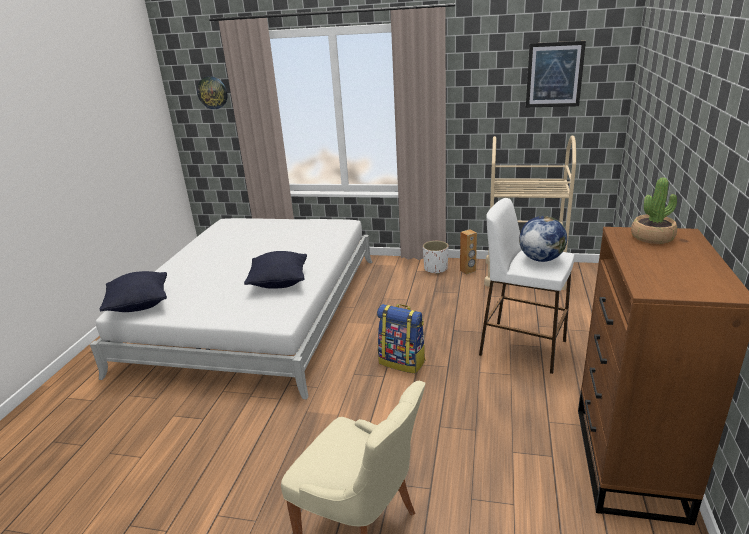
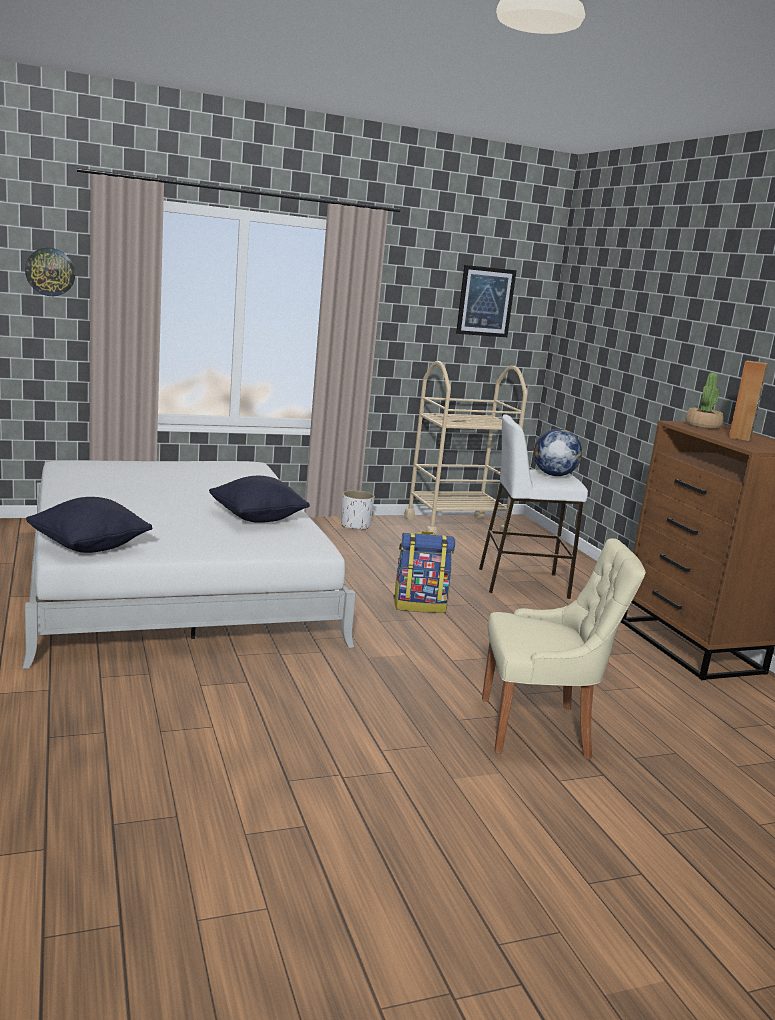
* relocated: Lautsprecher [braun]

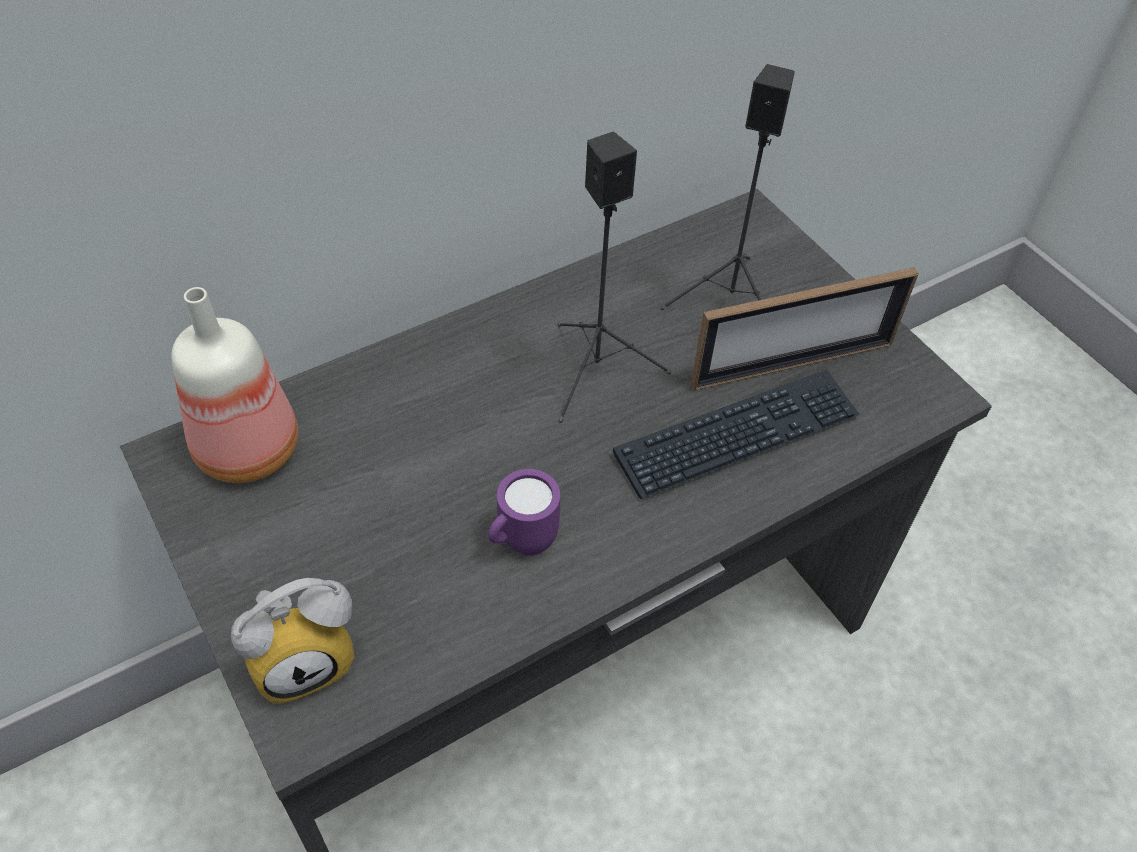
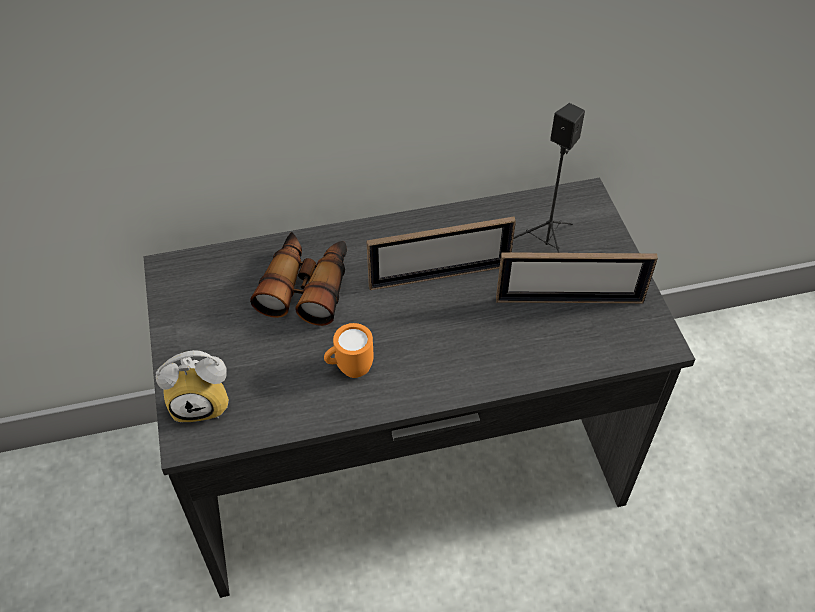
* exchanged: Lautsprecher [schwarz] (no. 1 from left) to Bilderrahmen (no. 1 from left)
* missing: Flasche
* missing: Tastatur
* colour: Henkelbecher [lila] to Henkelbecher [orange]
* appeared: Fernglas

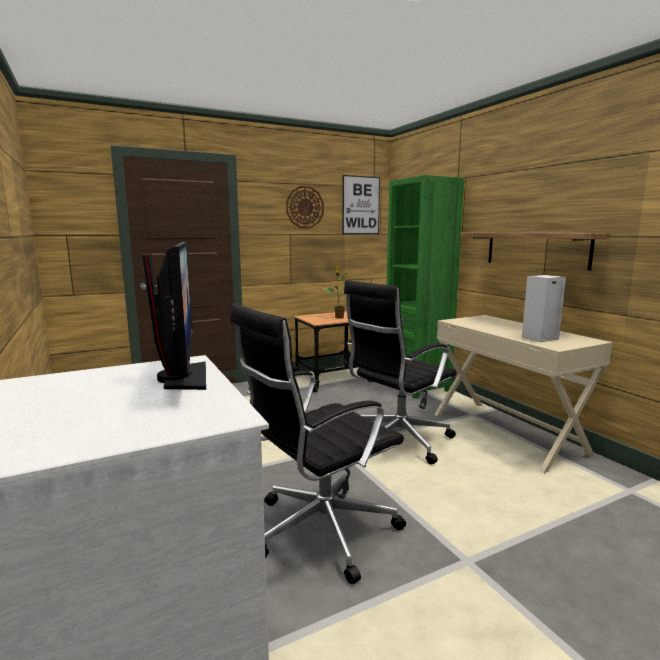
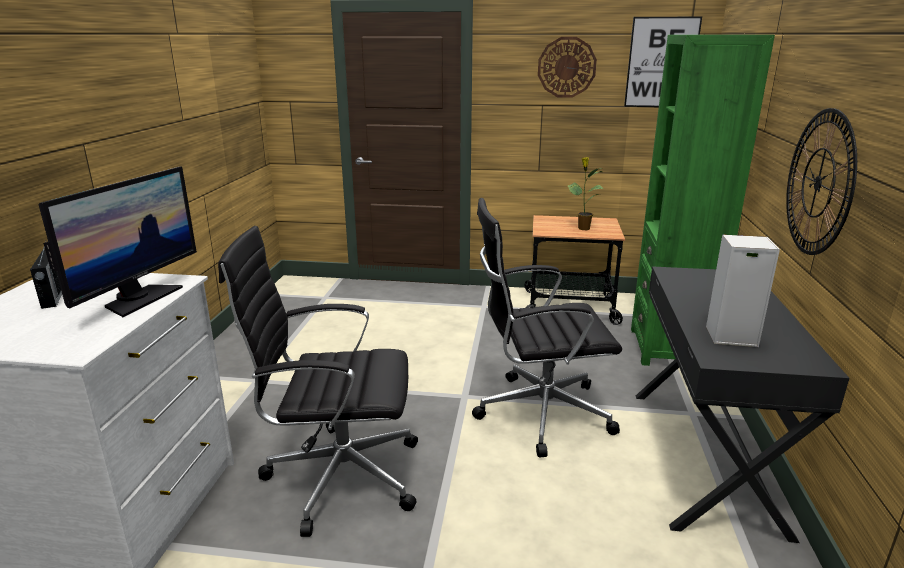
* exchanged: Wandregal to Wanduhr (no. 2 from left)
* colour: Schreibtisch [beige] to Schreibtisch [schwarz]
* appeared: Radio

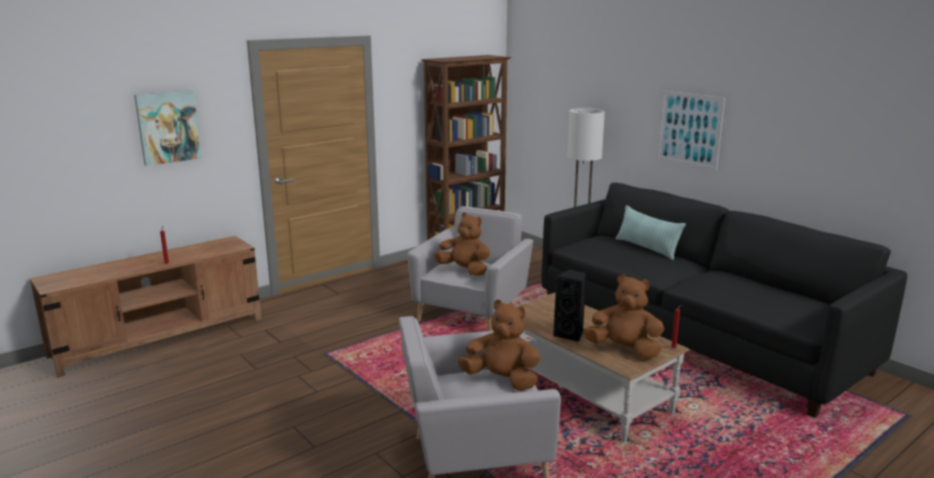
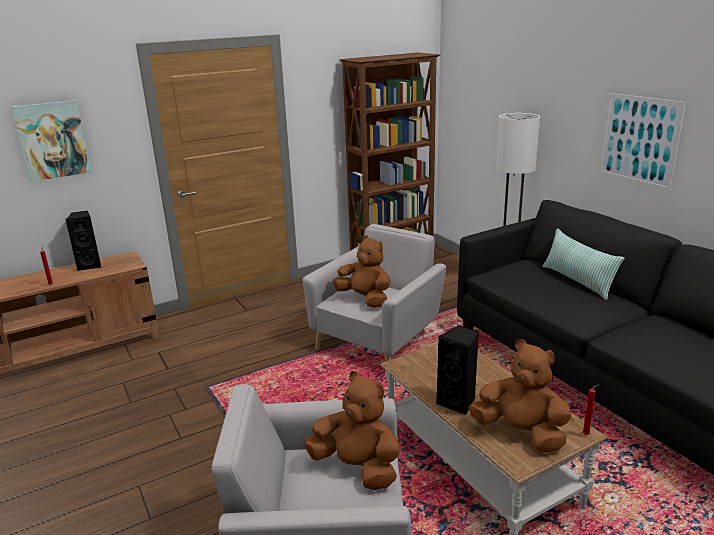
* appeared: Lautsprecher [schwarz] (no. 1 from left)

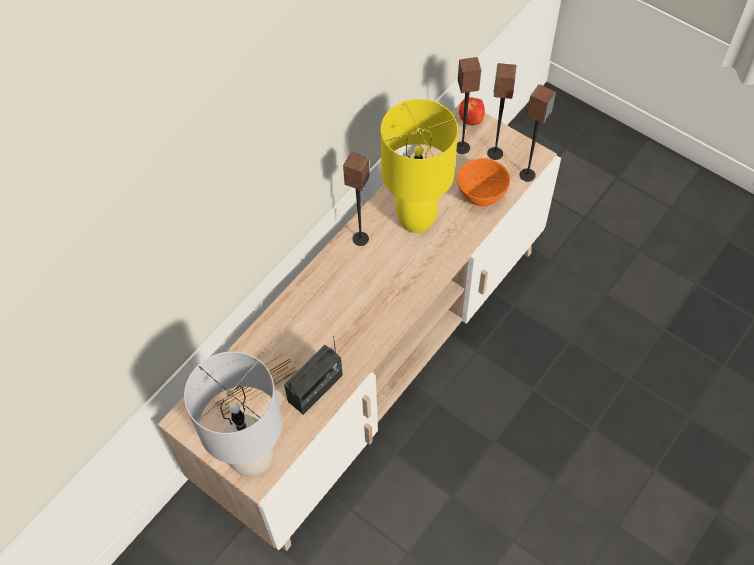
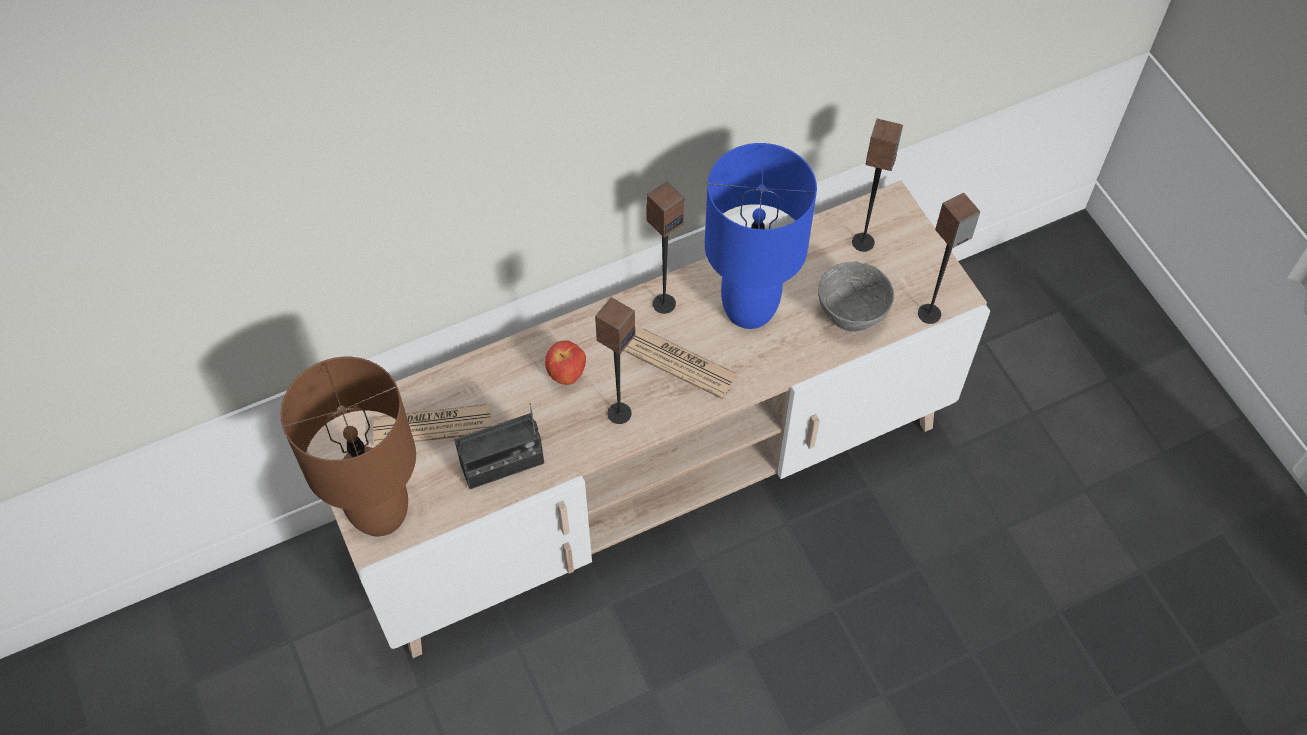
* relocated: Lautsprecher (no. 3 from left in the first image) to Lautsprecher (no. 1 from left)
* relocated: Apfel
* colour: Tischlampe [gelb] to Tischlampe [blau]
* colour: Schüssel [orange] to Schüssel [grau]
* colour: Tischlampe [grau] to Tischlampe [braun]
* appeared: Zeitung (no. 2 from left)

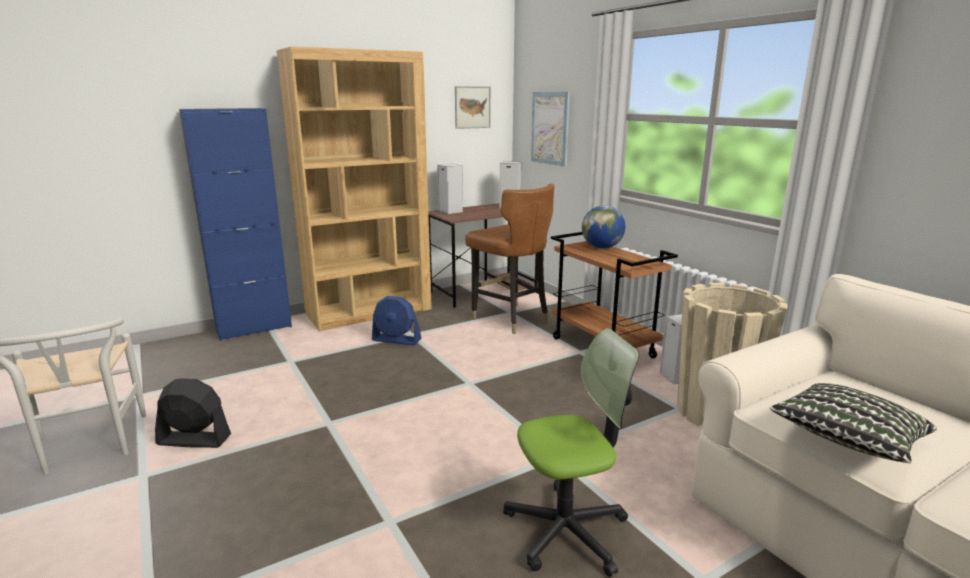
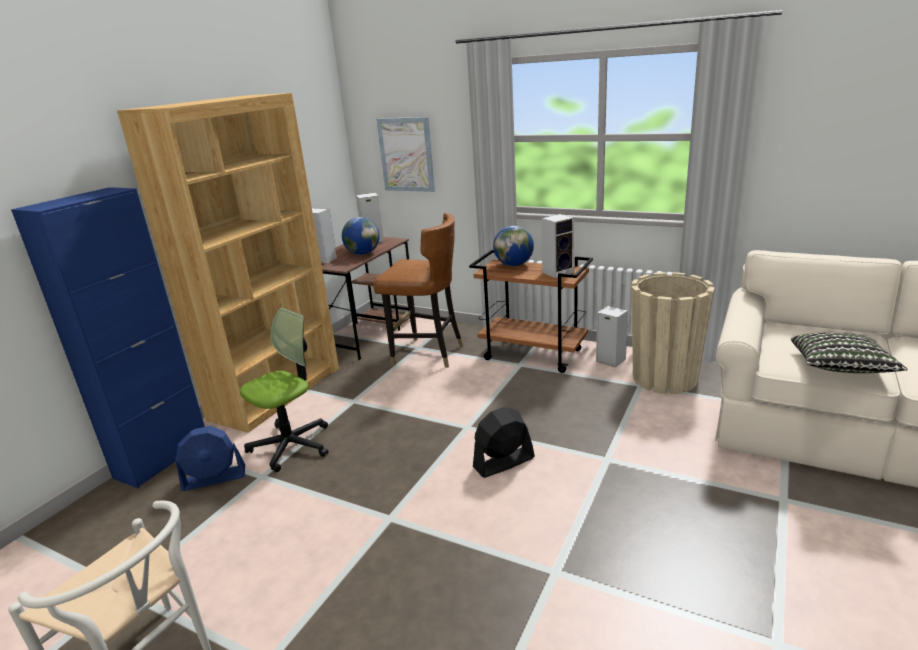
* missing: Bild (no. 1 from left)
* relocated: Ventilator [blau]
* relocated: Bürostuhl
* relocated: Ventilator [schwarz]
* appeared: Lautsprecher (no. 3 from left)
* appeared: Globus (no. 1 from left)

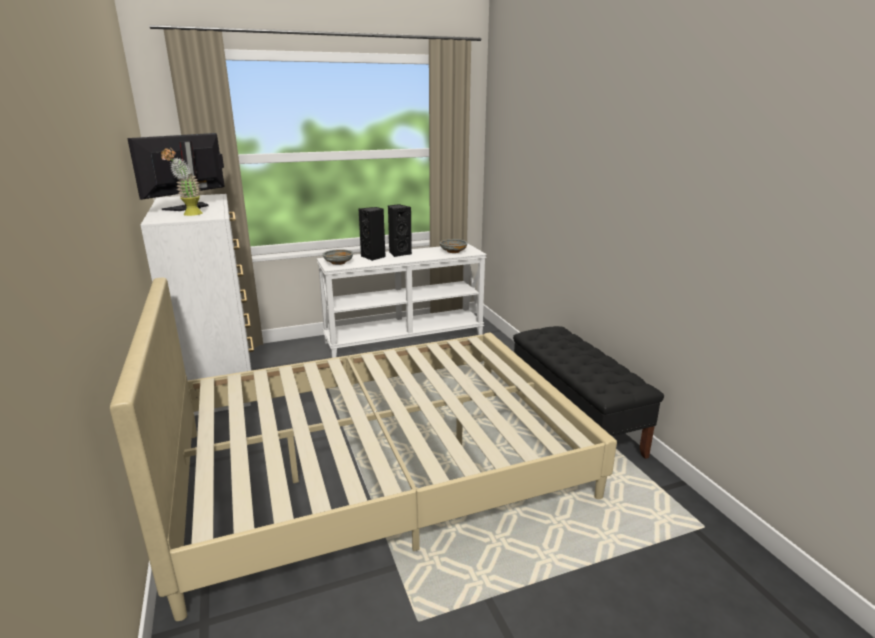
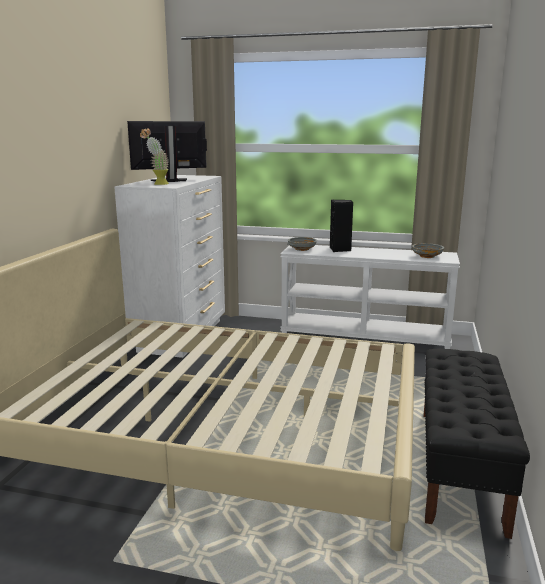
* missing: Lautsprecher [schwarz] (no. 2 from left)

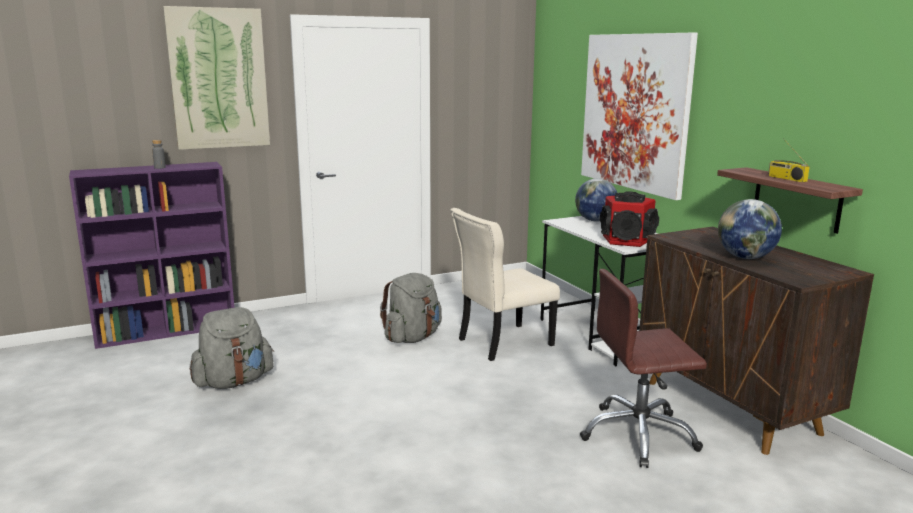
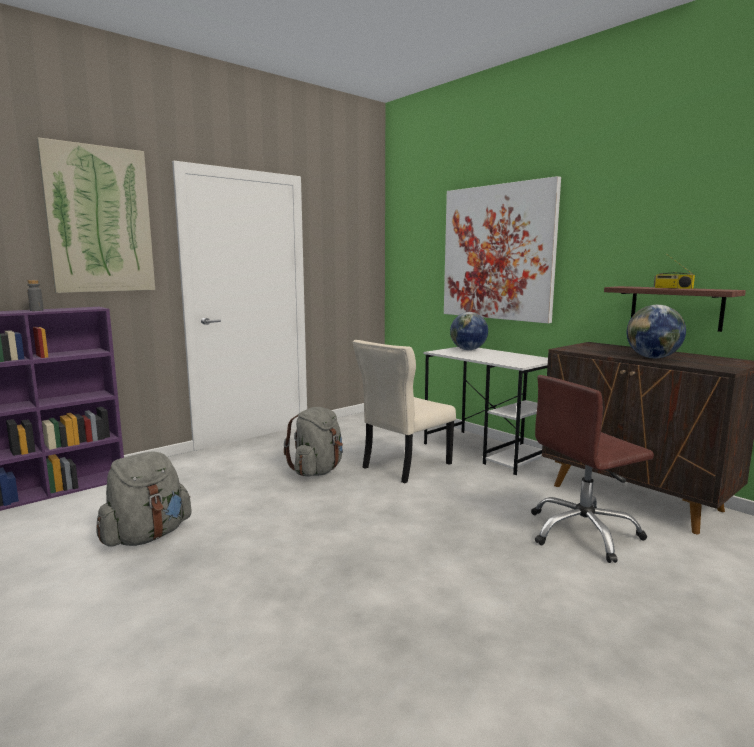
* missing: Lautsprecher

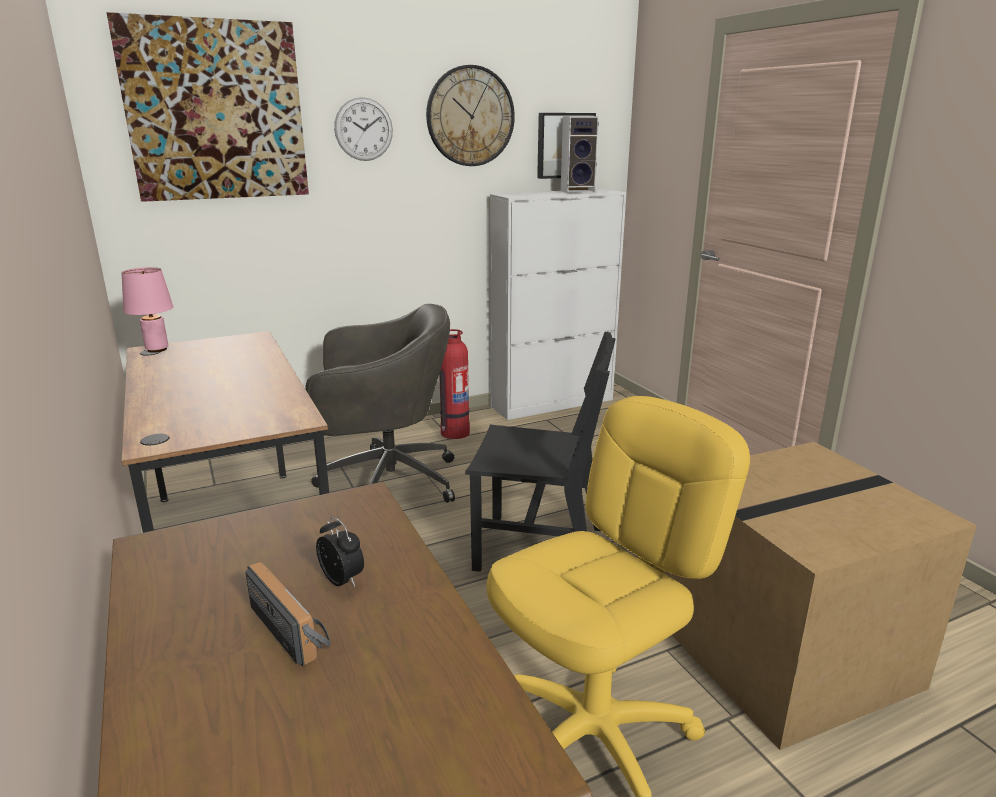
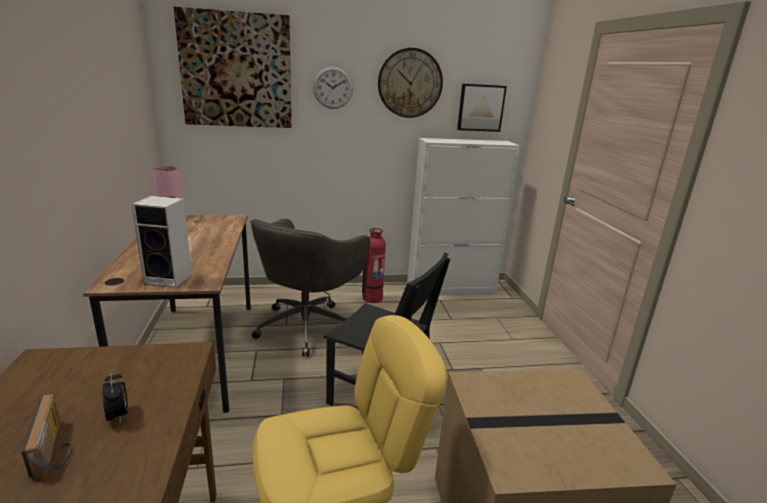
* relocated: Lautsprecher
* spun: Bürostuhl [grau] 105 degrees clockwise

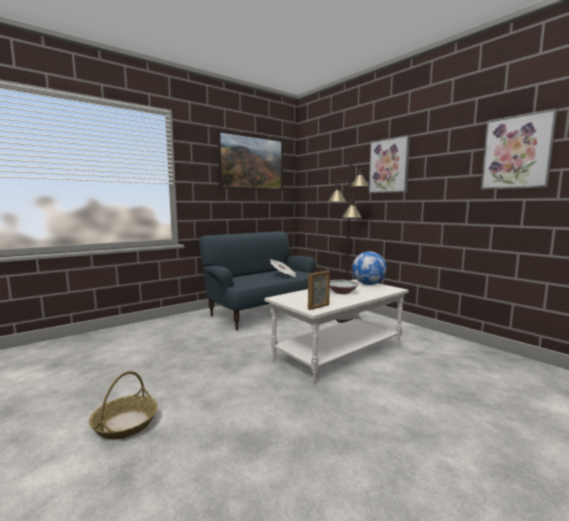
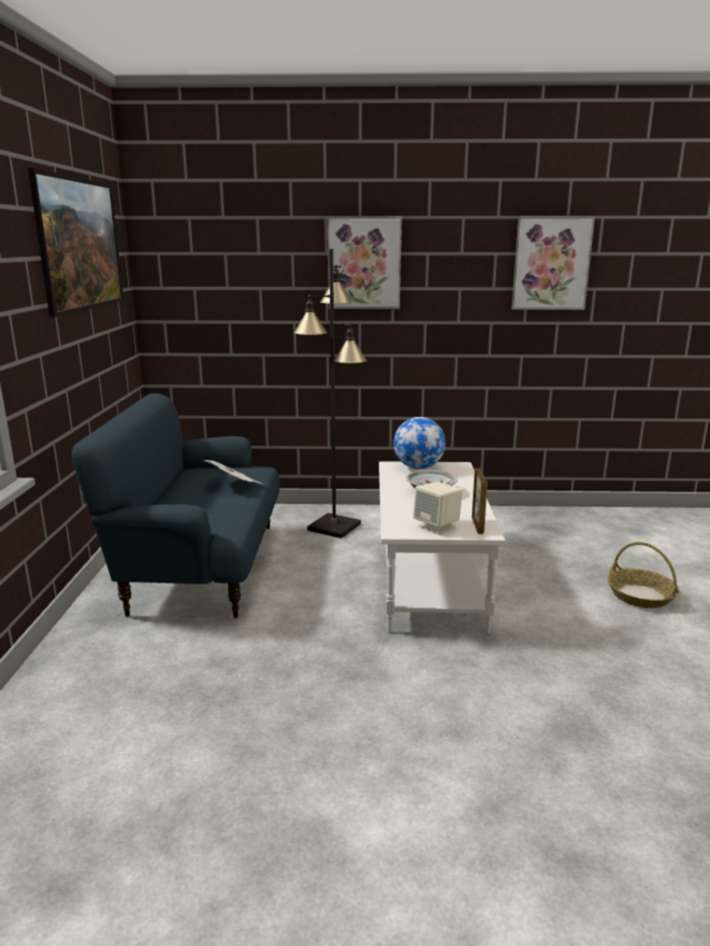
* relocated: Korb
* appeared: Lautsprecher [beige]

